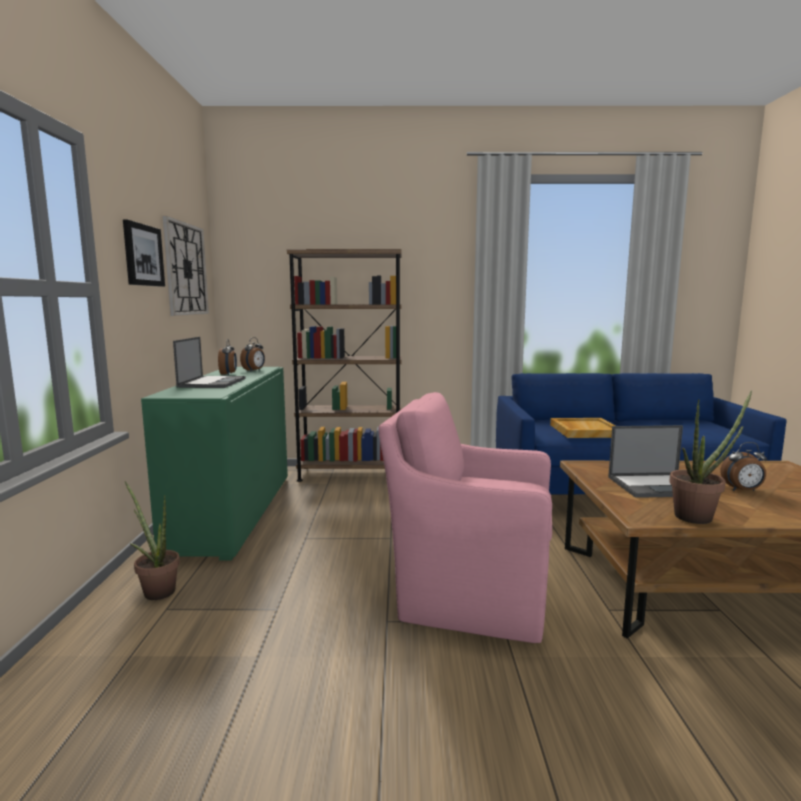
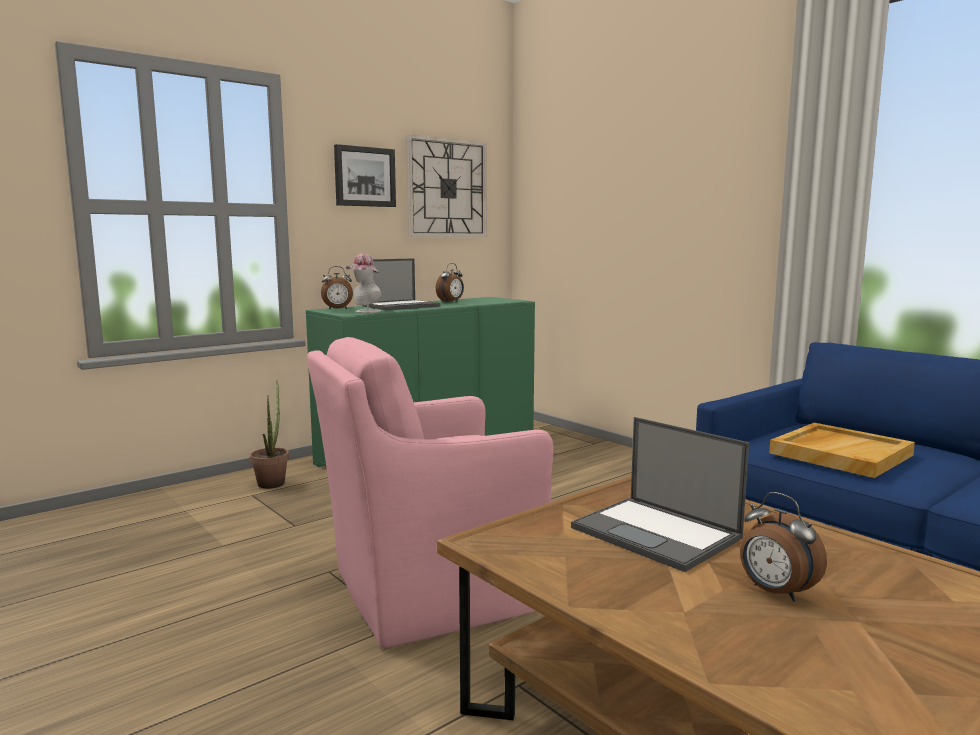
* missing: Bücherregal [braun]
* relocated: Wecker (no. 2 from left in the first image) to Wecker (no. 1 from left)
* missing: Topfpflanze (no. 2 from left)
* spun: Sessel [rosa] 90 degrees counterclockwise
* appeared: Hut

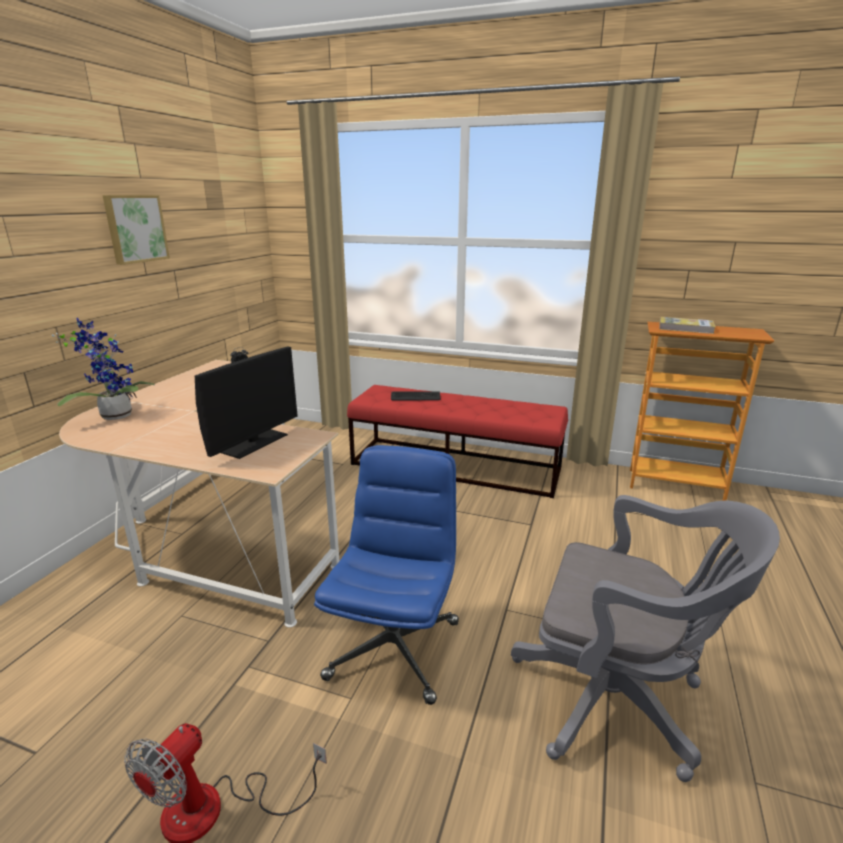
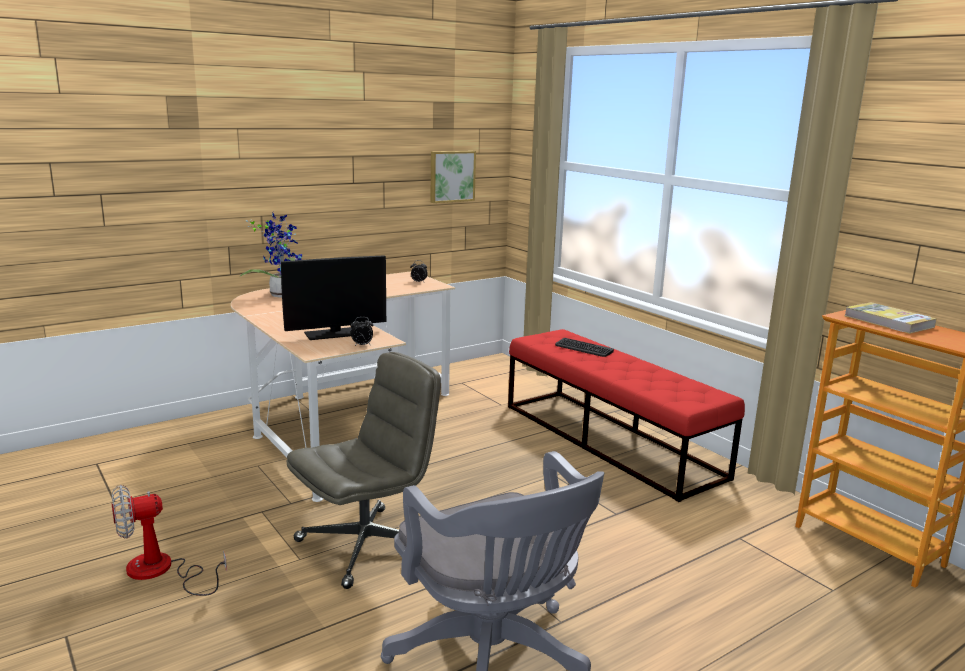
* relocated: Bild
* colour: Bürostuhl [blau] to Bürostuhl [grau] (no. 1 from left)
* appeared: Wecker (no. 1 from left)

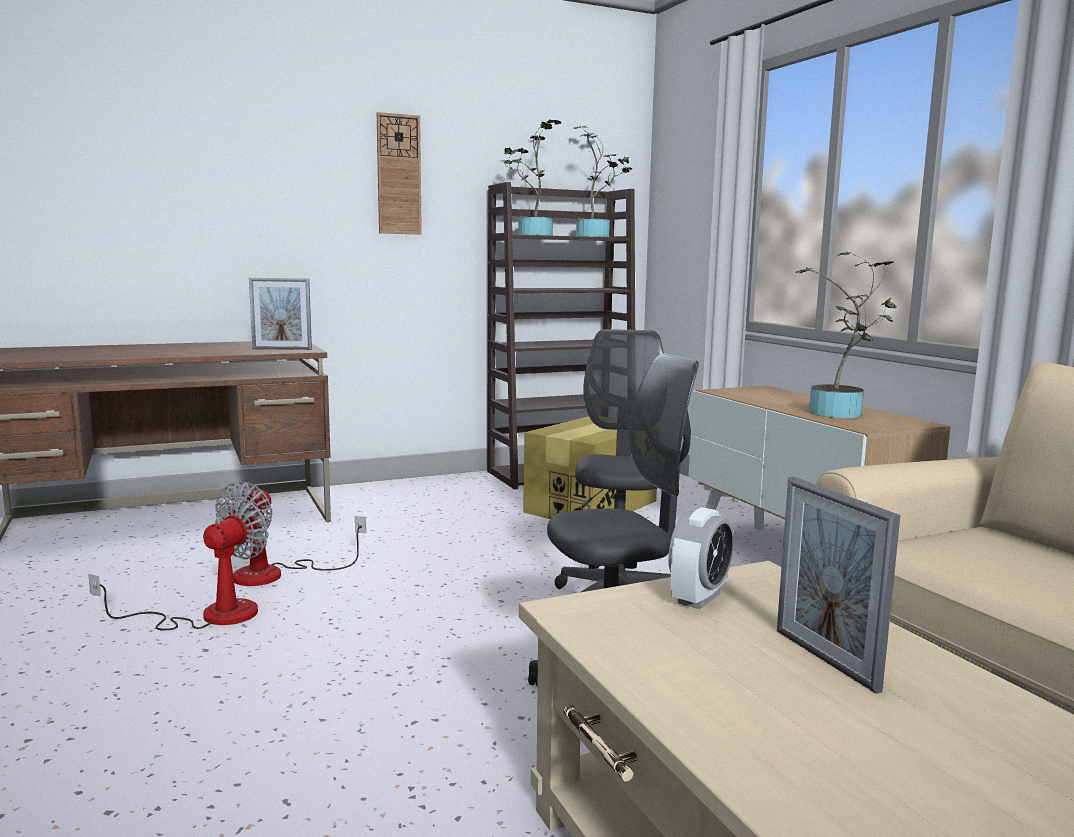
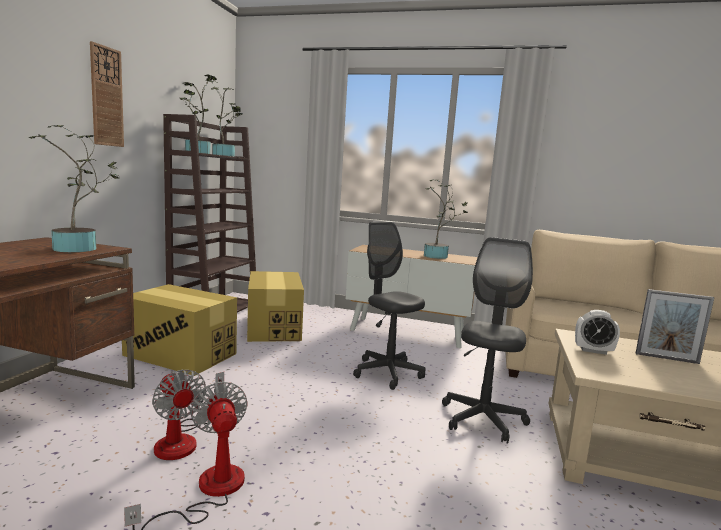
* exchanged: Bilderrahmen (no. 1 from left) to Topfpflanze (no. 1 from left)
* spun: Wecker 120 degrees clockwise
* appeared: Karton (no. 1 from left)

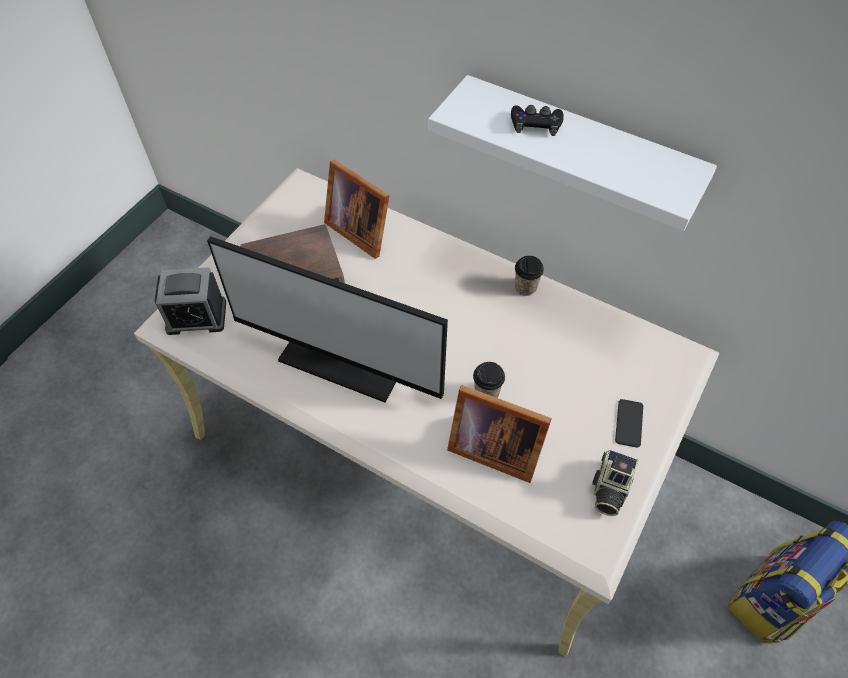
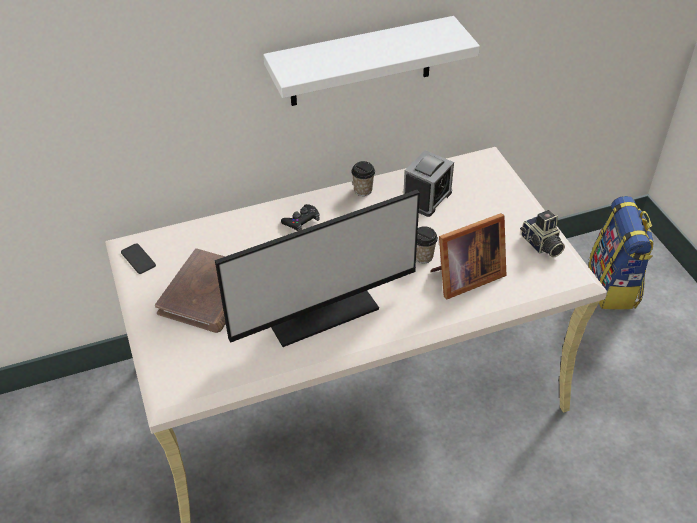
* relocated: Gamepad [schwarz]
* missing: Bilderrahmen (no. 1 from left)
* relocated: Wecker
* relocated: Handy

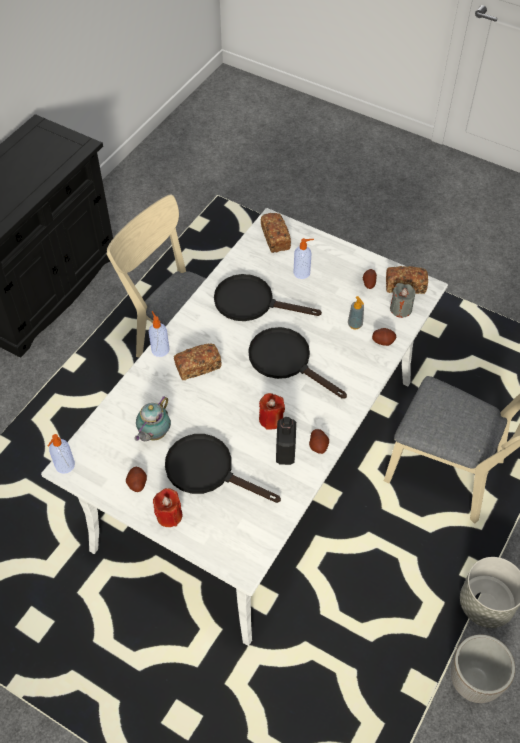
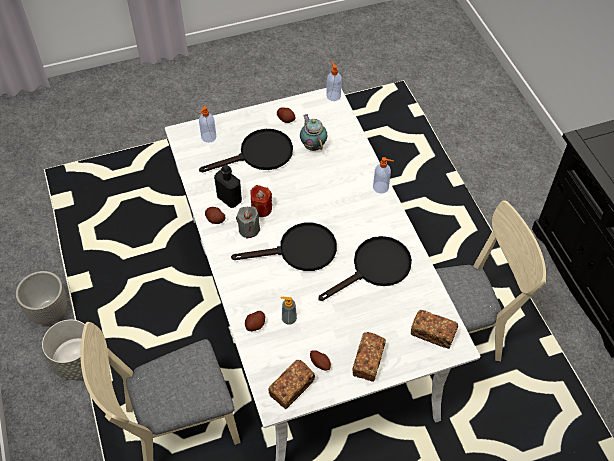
* relocated: Seifenspender (no. 3 from left in the first image) to Seifenspender (no. 1 from left)
* relocated: Kerze [grau]
* relocated: Brot (no. 1 from left in the first image) to Brot (no. 2 from left)
* missing: Kerze [rot] (no. 1 from left)

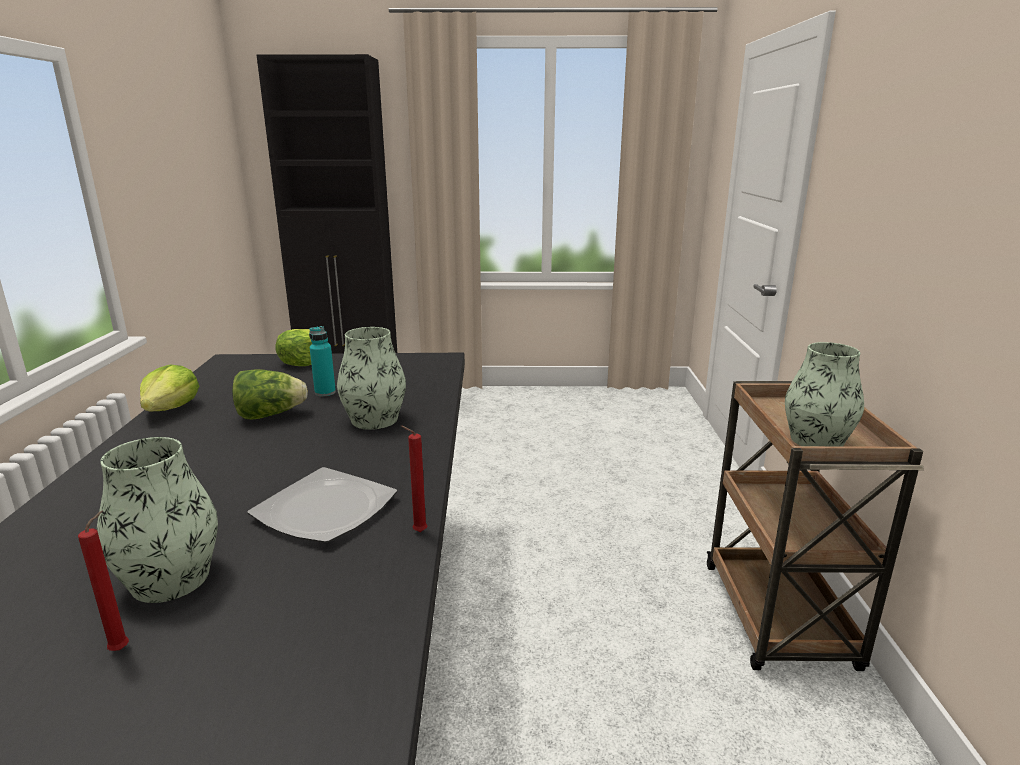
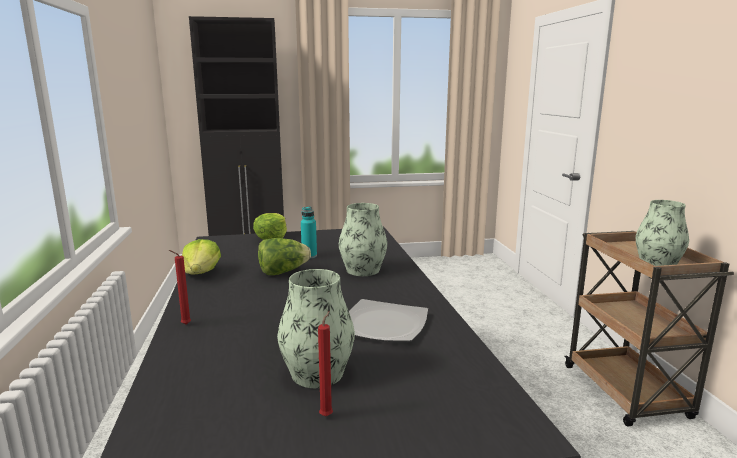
* relocated: Kerze [rot] (no. 2 from left in the first image) to Kerze [rot] (no. 1 from left)

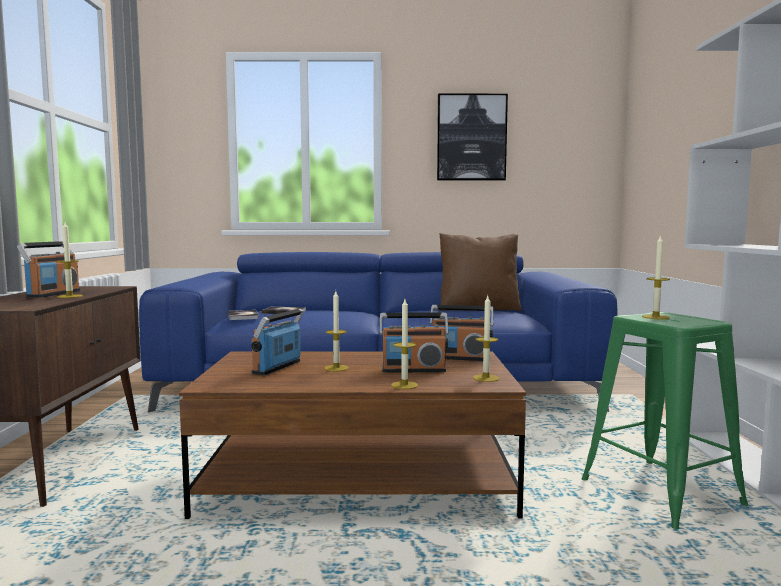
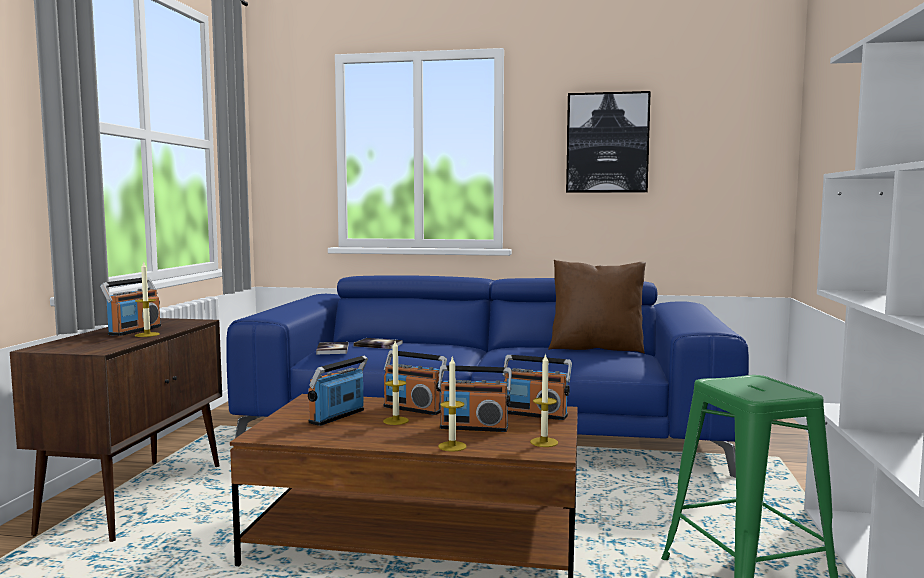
* missing: Kerze (no. 5 from left)
* appeared: Radio (no. 3 from left)

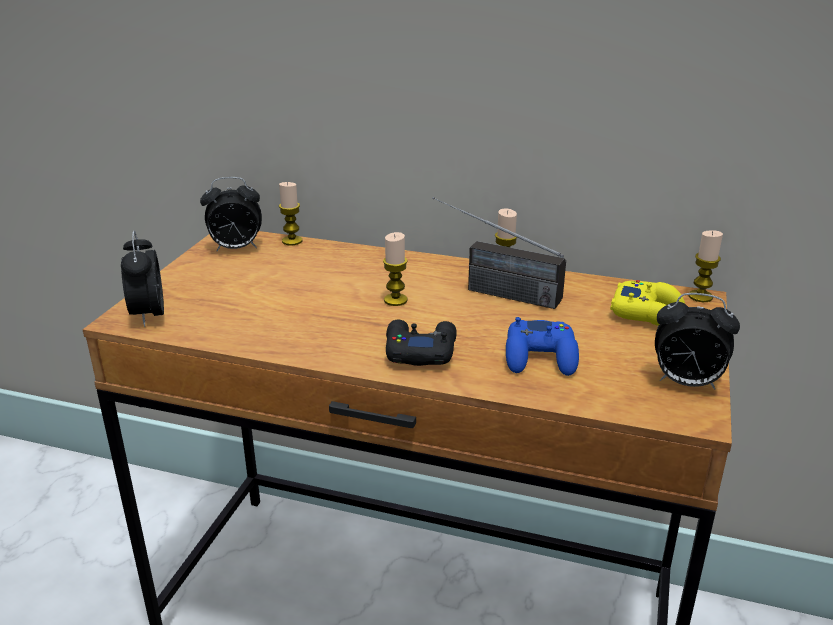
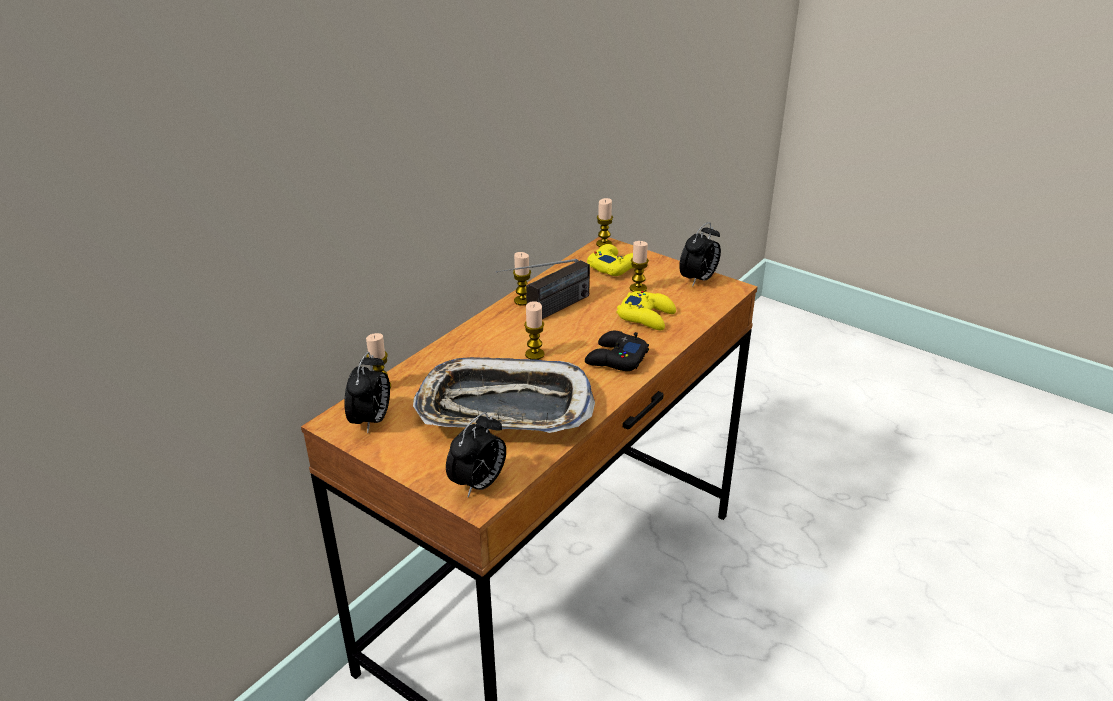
* spun: Wecker (no. 1 from left in the first image) 60 degrees counterclockwise
* colour: Gamepad [blau] to Gamepad [gelb] (no. 2 from left)
* appeared: Kerze (no. 5 from left)
* appeared: Tablett

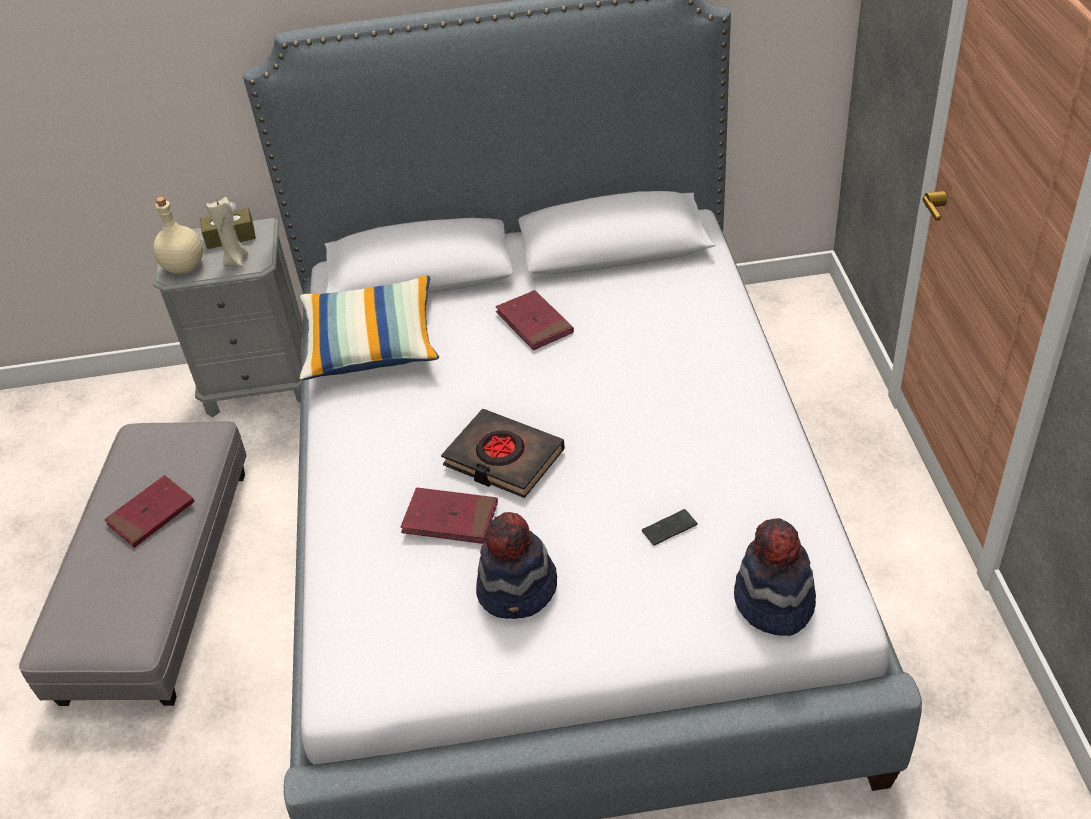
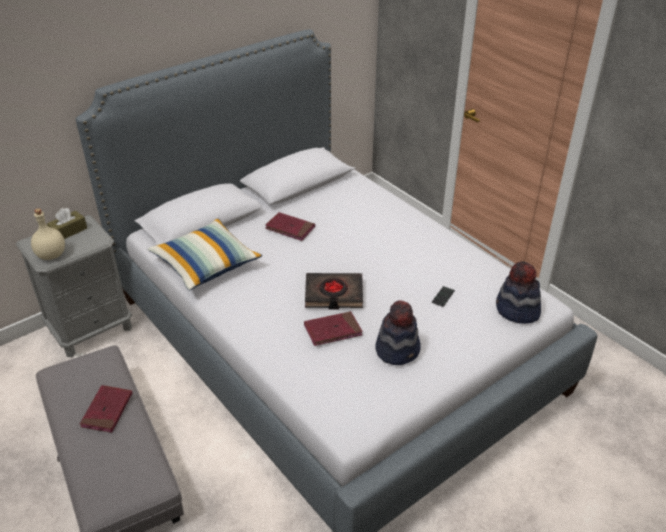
* missing: Kerze [beige]

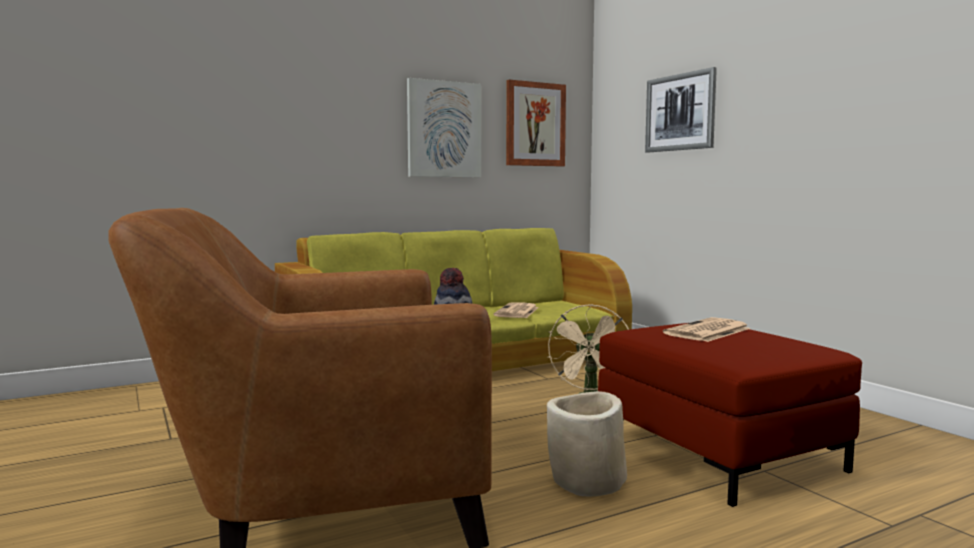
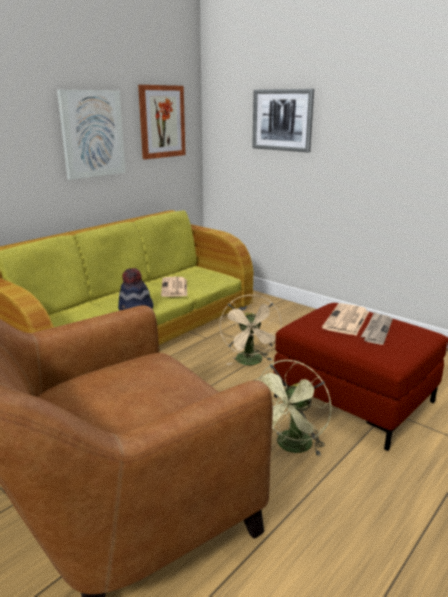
* exchanged: Pflanzkübel [beige] to Ventilator [grün]
* appeared: Zeitung (no. 3 from left)

